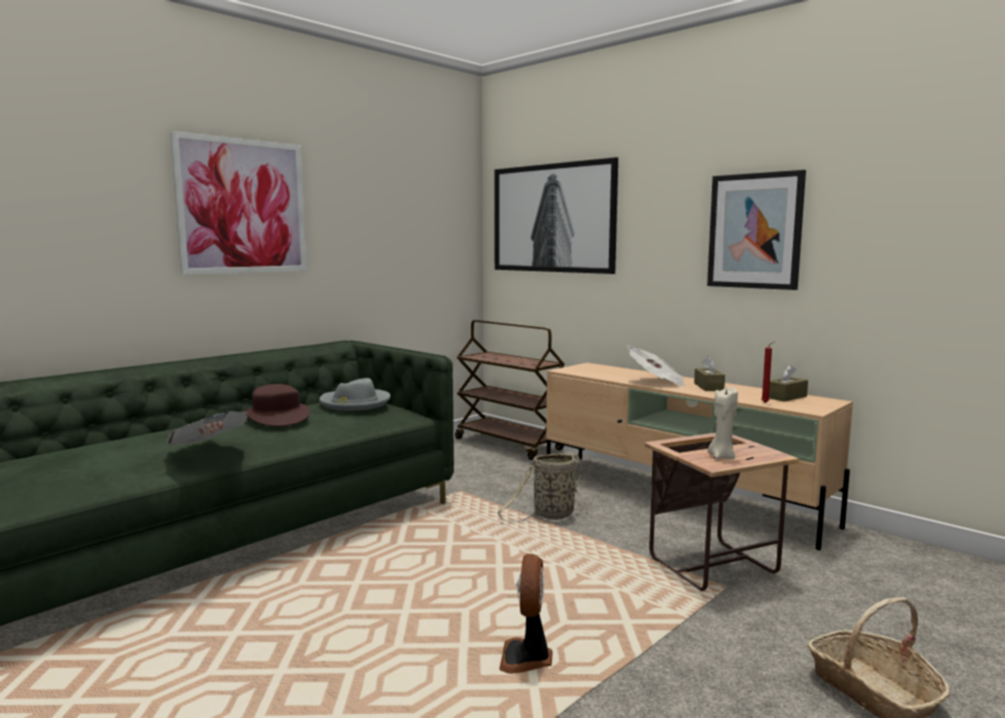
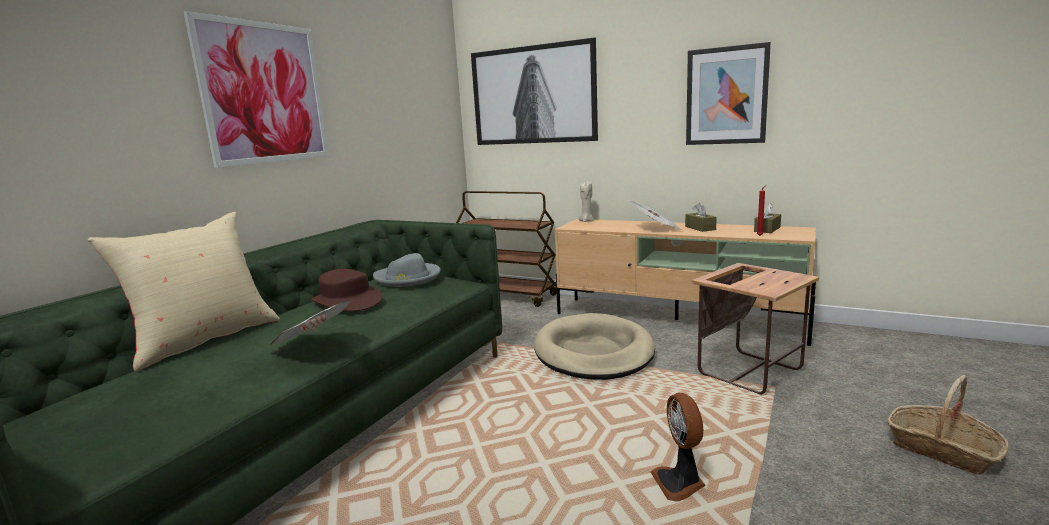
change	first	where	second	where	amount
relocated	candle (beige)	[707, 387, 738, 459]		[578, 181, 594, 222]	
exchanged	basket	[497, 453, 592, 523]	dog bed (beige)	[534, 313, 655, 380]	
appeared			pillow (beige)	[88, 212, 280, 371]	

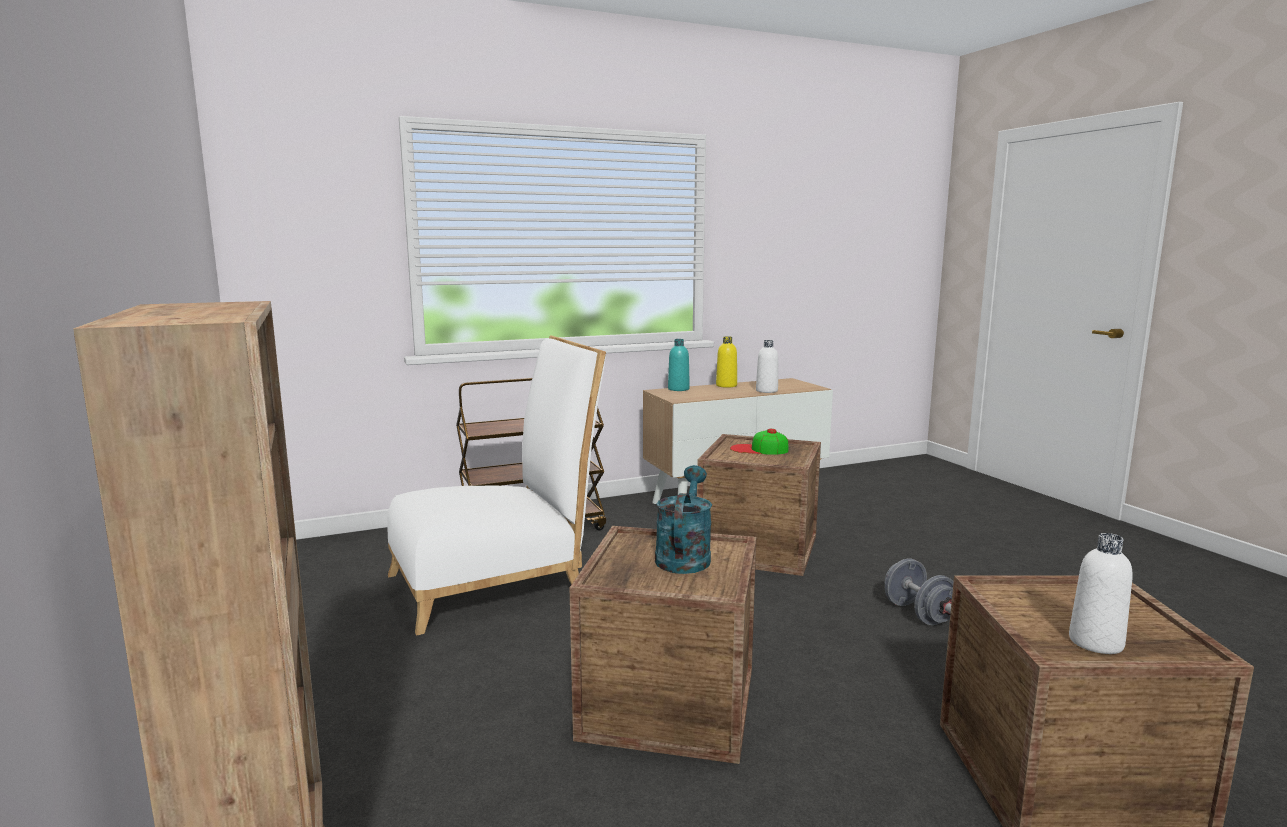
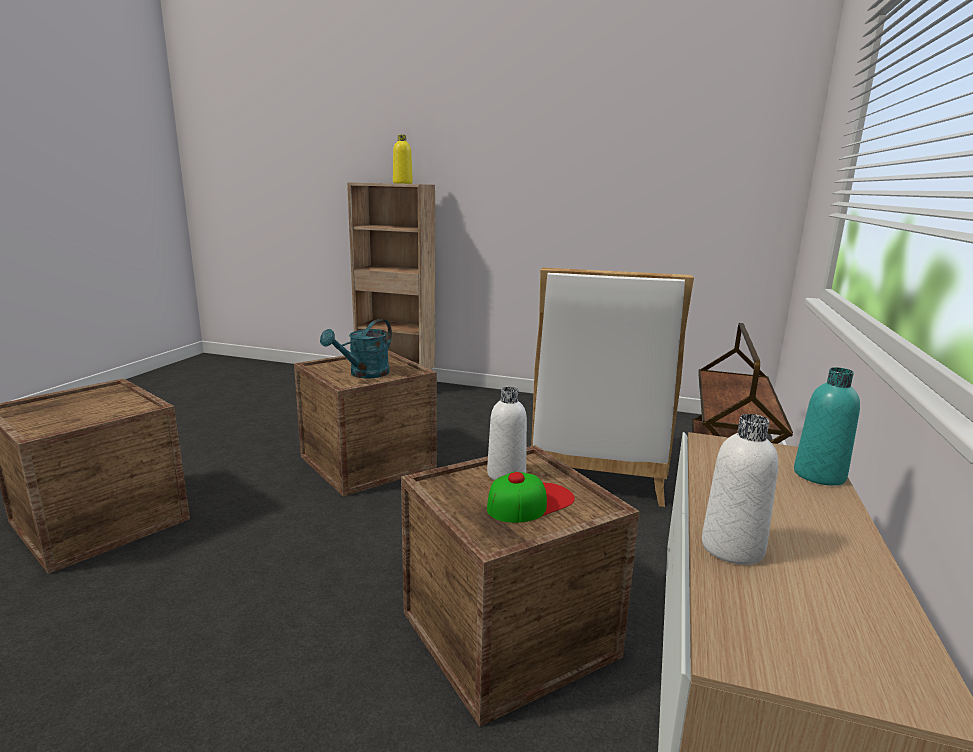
change	first	where	second	where	amount
relocated	bottle (yellow)	[716, 336, 737, 388]		[393, 135, 413, 184]	
spun	watering can (turquoise)	[655, 465, 712, 574]		[320, 319, 392, 378]	75 degrees clockwise
relocated	bottle (white)	[1069, 533, 1133, 654]		[487, 387, 527, 480]	
missing	dumbbell (grey)	[885, 559, 954, 625]			

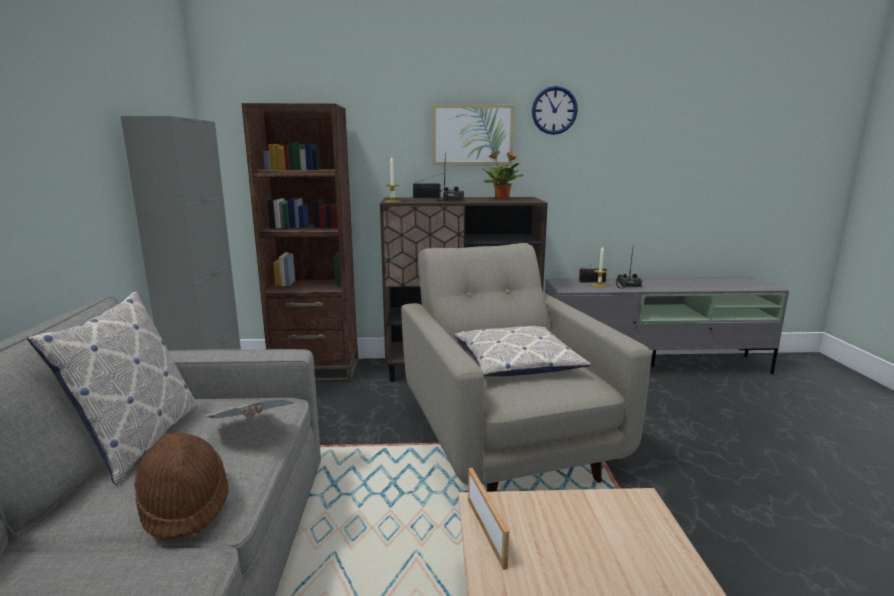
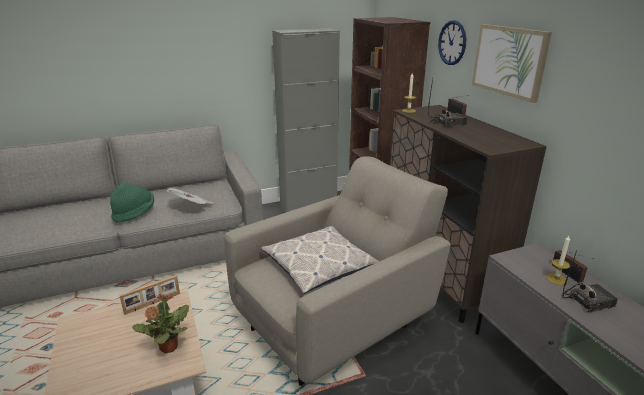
change	first	where	second	where	amount
relocated	wall clock	[532, 86, 578, 135]		[438, 20, 466, 65]	
relocated	potted plant	[481, 151, 524, 199]		[132, 294, 189, 353]	
missing	pillow	[27, 292, 198, 485]			
colour	hat (brown)	[134, 433, 229, 540]	hat (green)	[110, 183, 154, 222]	

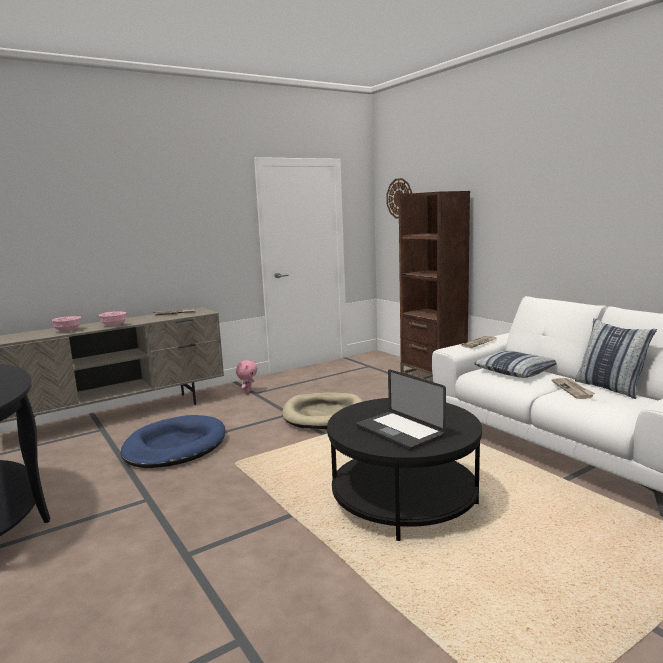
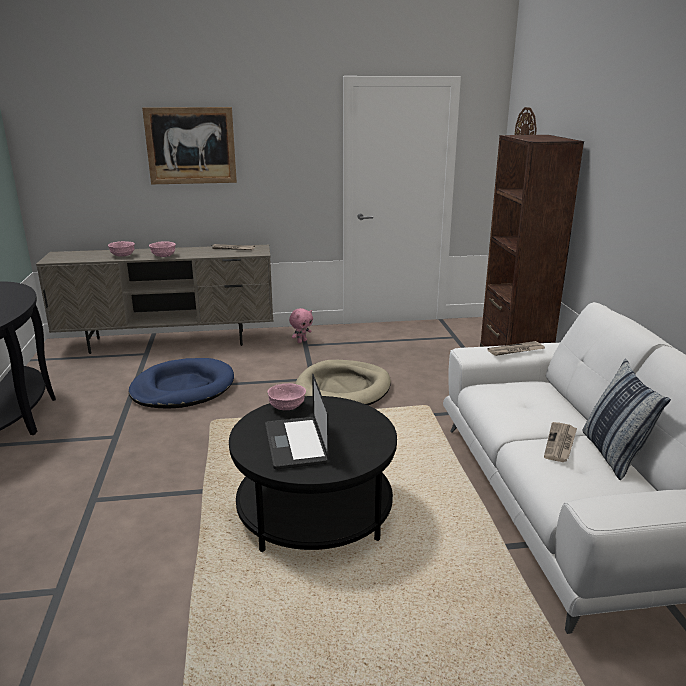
change	first	where	second	where	amount
missing	pillow	[474, 350, 557, 378]			
appeared			picture	[142, 107, 237, 184]	
appeared			bowl (pink)	[267, 383, 306, 410]	

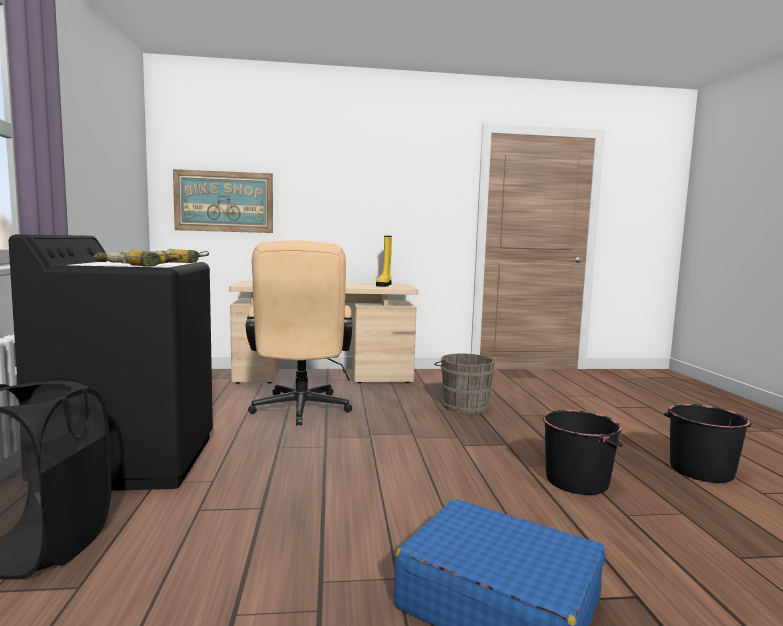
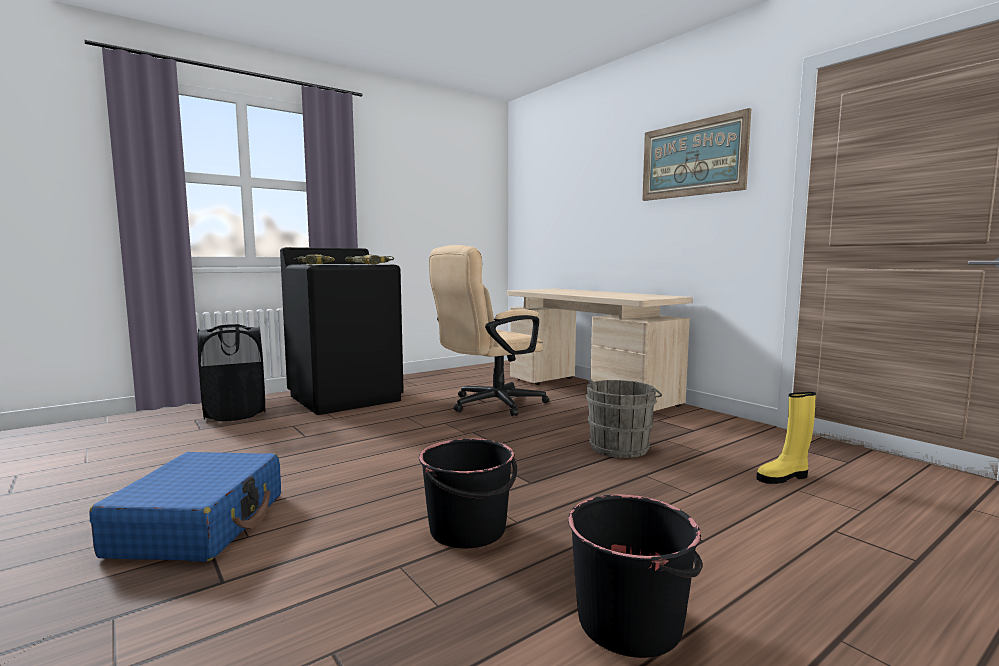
change	first	where	second	where	amount
relocated	picture	[173, 169, 273, 233]		[642, 108, 751, 201]	
relocated	boot (yellow)	[376, 236, 392, 287]		[757, 392, 816, 484]	

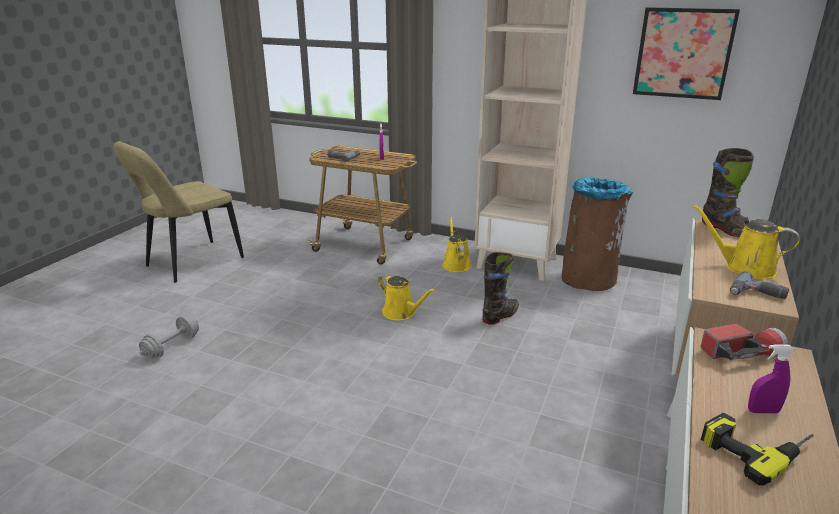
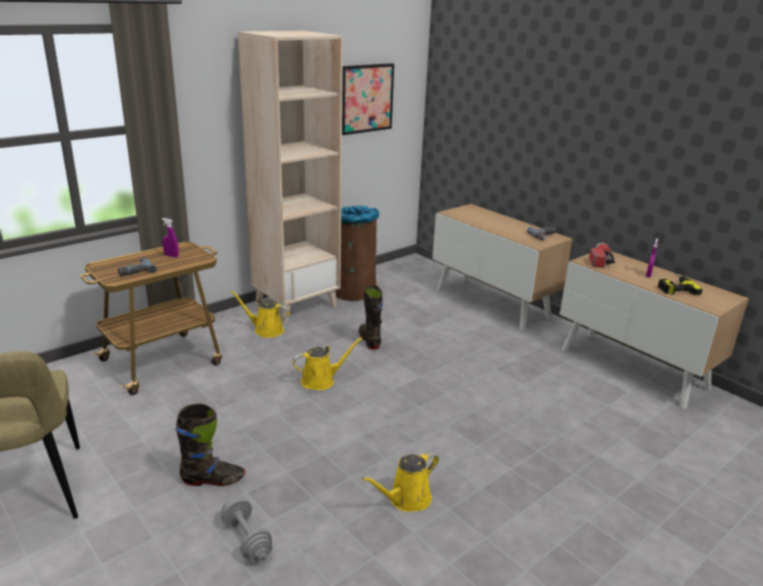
change	first	where	second	where	amount
relocated	boot (black)	[702, 148, 754, 237]		[176, 403, 245, 486]	
relocated	watering can (yellow)	[693, 205, 800, 279]		[362, 452, 439, 512]	

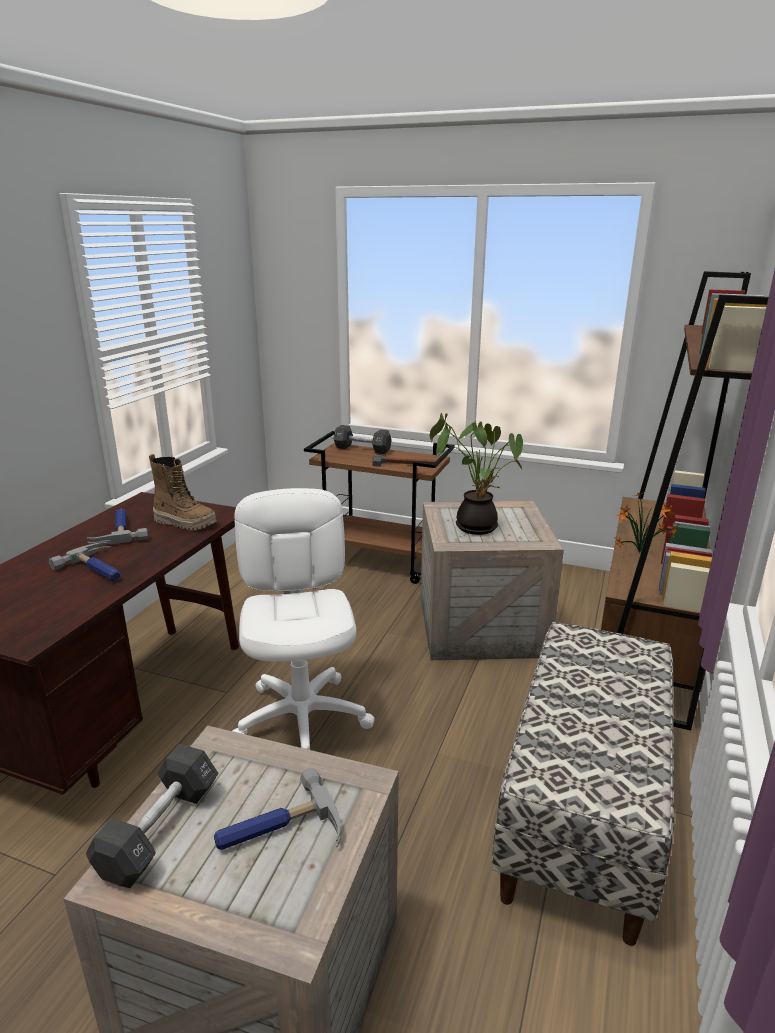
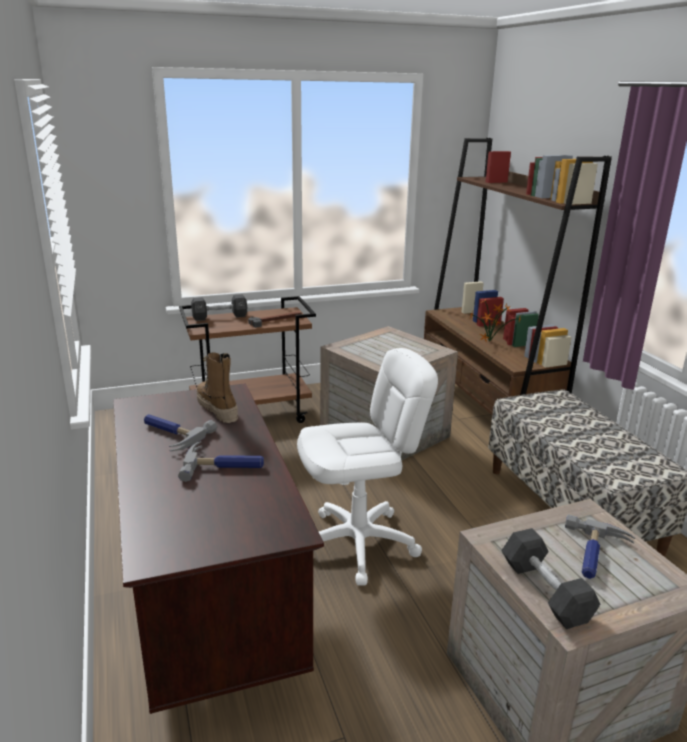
change	first	where	second	where	amount
missing	potted plant	[429, 413, 523, 535]			
spun	boot	[149, 454, 216, 530]		[196, 352, 238, 423]	105 degrees counterclockwise
spun	office chair (white)	[233, 488, 375, 750]		[297, 348, 438, 585]	120 degrees clockwise

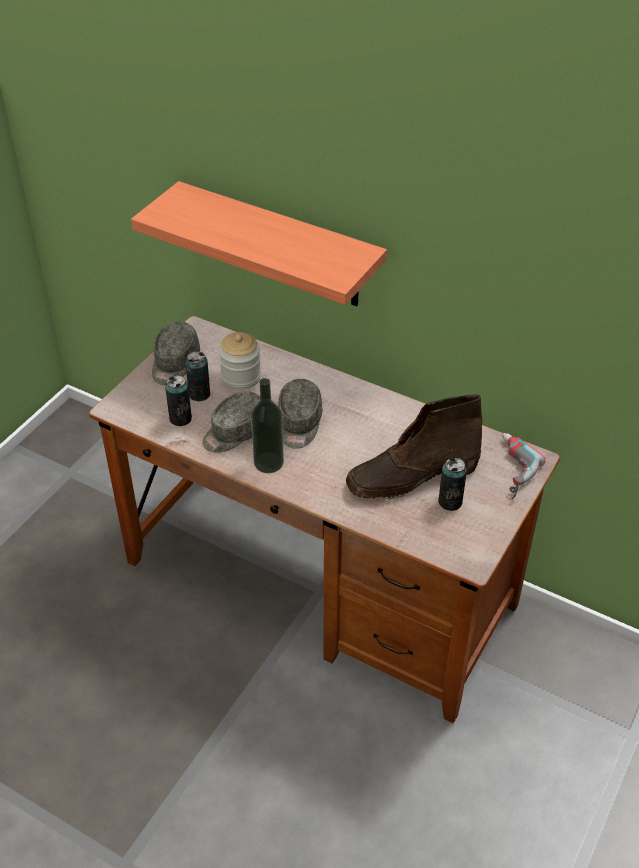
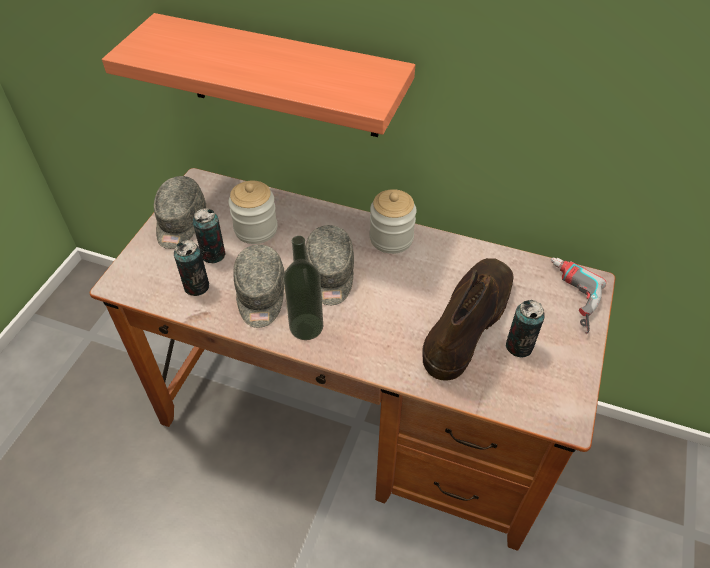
change	first	where	second	where	amount
spun	cap (grey)	[202, 391, 260, 453]		[233, 244, 285, 328]	45 degrees counterclockwise
spun	boot (brown)	[346, 394, 483, 499]		[422, 258, 514, 381]	150 degrees clockwise
appeared			jar	[370, 189, 417, 254]	

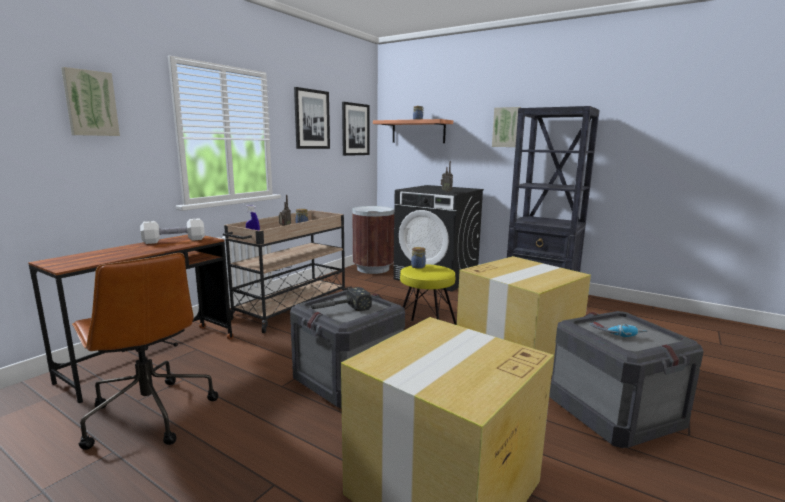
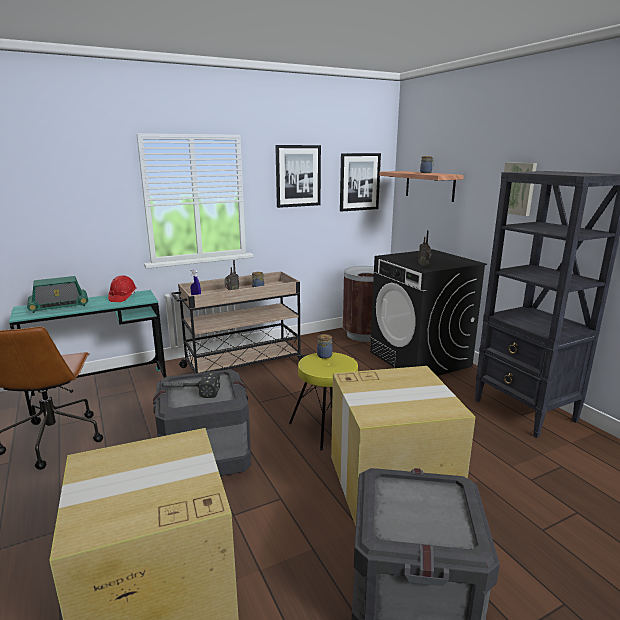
change	first	where	second	where	amount
missing	picture	[61, 67, 120, 136]			
exchanged	dumbbell (white)	[140, 218, 205, 244]	hard hat (red)	[108, 276, 136, 302]	
colour	desk (brown)	[28, 235, 234, 403]	desk (turquoise)	[9, 290, 166, 416]	
missing	power drill	[590, 322, 648, 337]			
appeared			radio	[27, 276, 88, 313]	

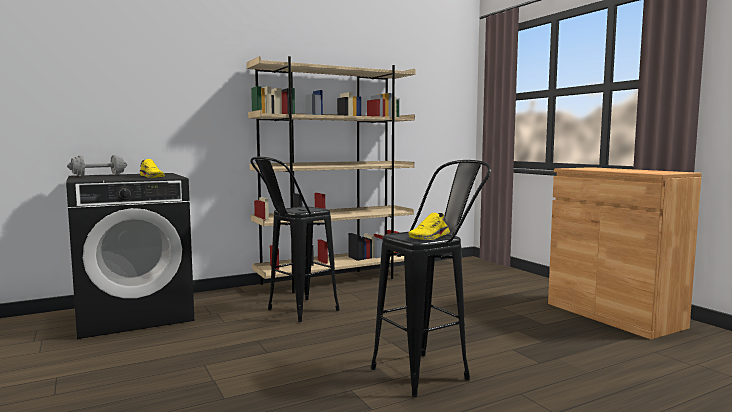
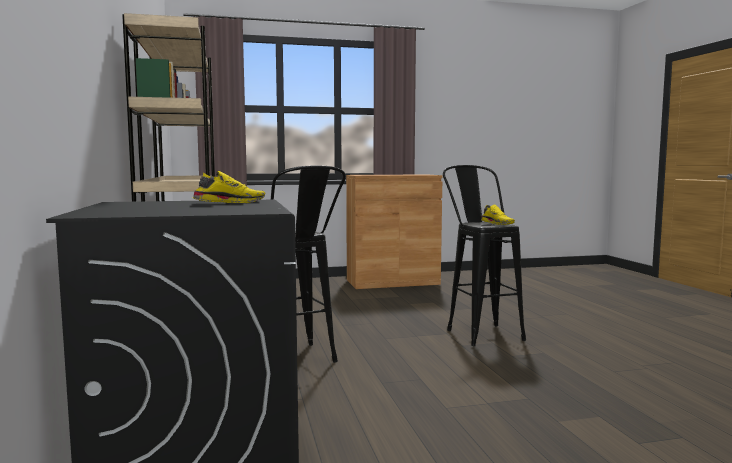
change	first	where	second	where	amount
missing	dumbbell (grey)	[67, 155, 127, 176]			

